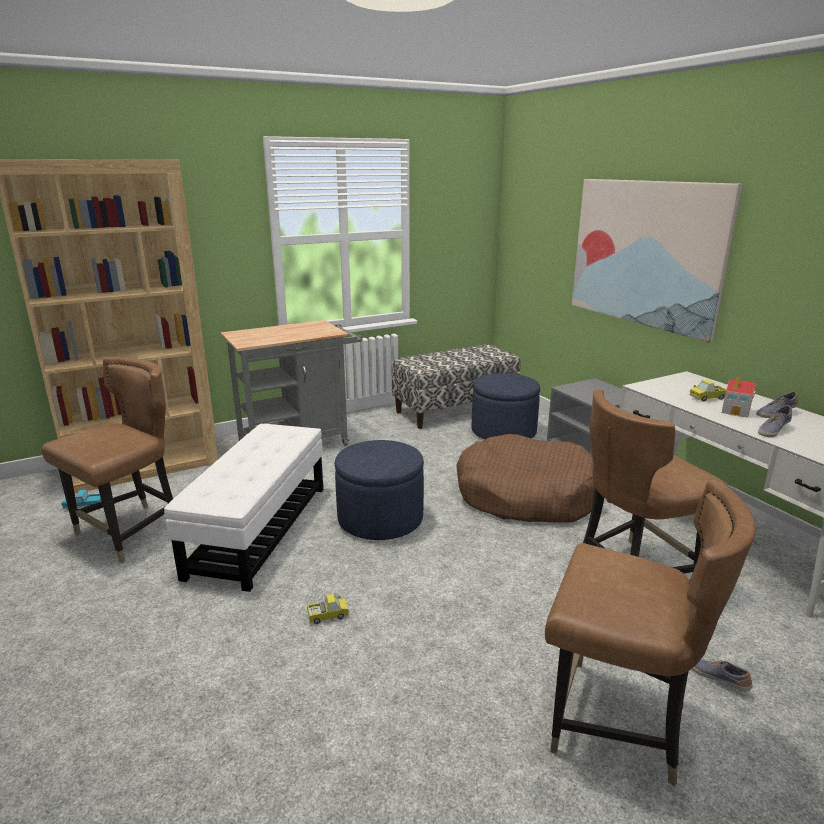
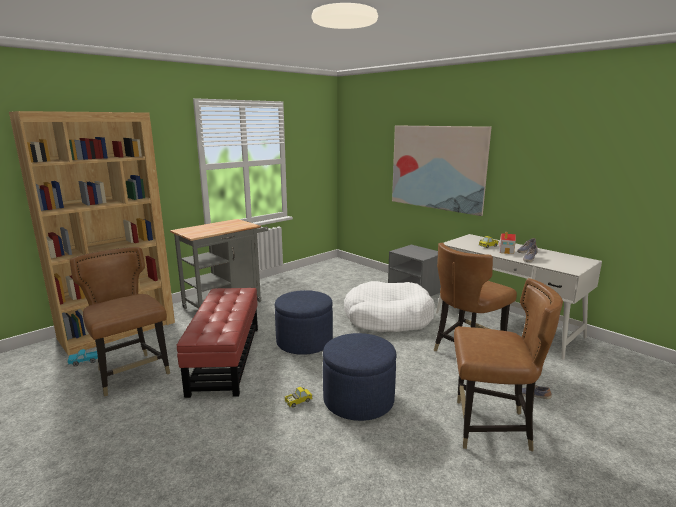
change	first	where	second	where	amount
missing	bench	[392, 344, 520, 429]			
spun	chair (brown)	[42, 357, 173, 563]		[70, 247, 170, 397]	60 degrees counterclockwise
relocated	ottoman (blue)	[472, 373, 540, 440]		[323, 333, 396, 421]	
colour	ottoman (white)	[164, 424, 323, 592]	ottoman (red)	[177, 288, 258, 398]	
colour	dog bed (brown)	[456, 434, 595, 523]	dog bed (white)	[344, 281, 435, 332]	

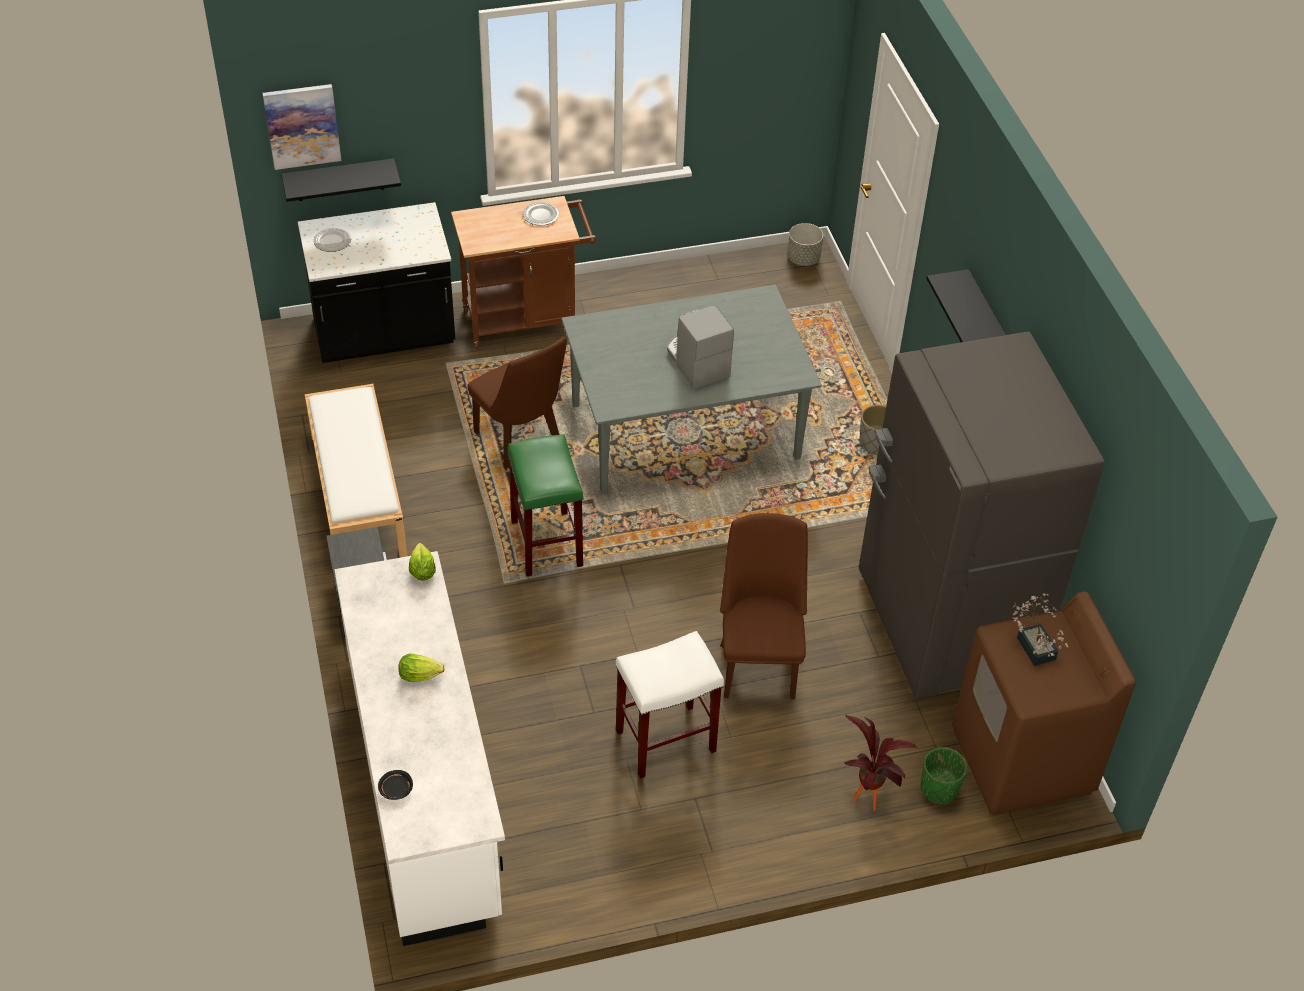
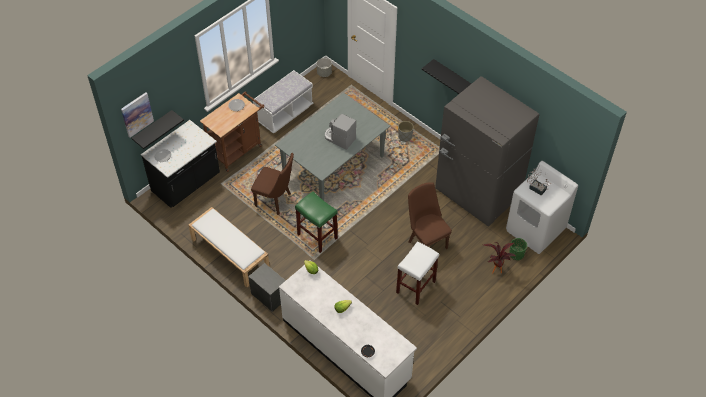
change	first	where	second	where	amount
colour	washing machine (brown)	[952, 591, 1136, 815]	washing machine (white)	[506, 161, 578, 254]	
appeared			bench (white)	[253, 70, 313, 133]	

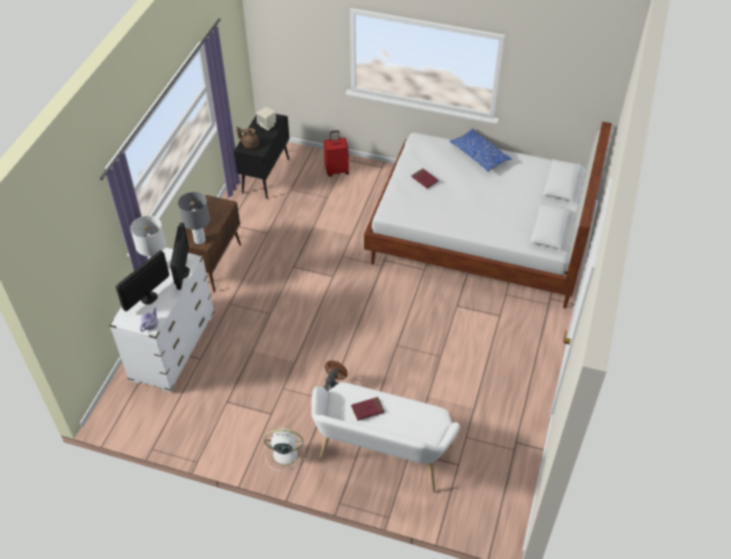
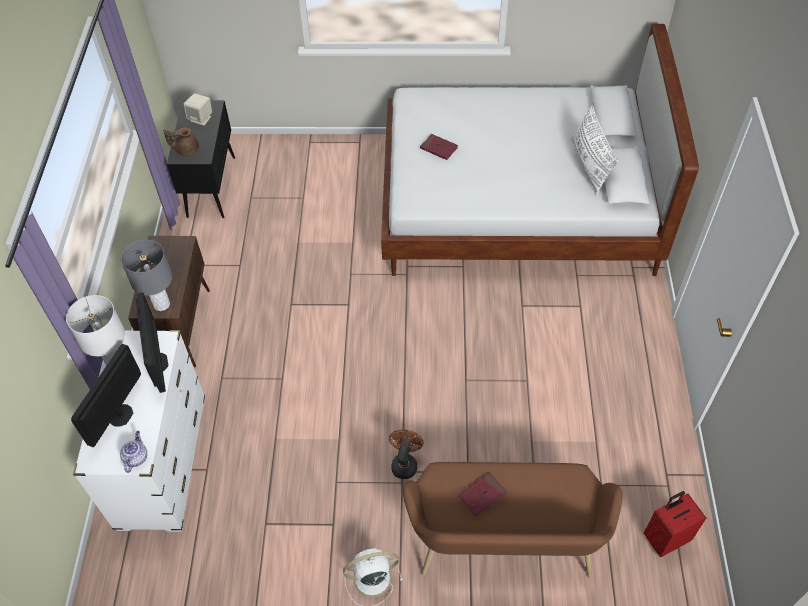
change	first	where	second	where	amount
missing	pillow (blue)	[449, 128, 512, 172]			
relocated	suitcase (red)	[324, 130, 349, 177]		[644, 491, 706, 557]	
colour	bench (white)	[311, 382, 460, 493]	bench (brown)	[403, 462, 622, 578]	
appeared			pillow (white)	[571, 105, 619, 195]	

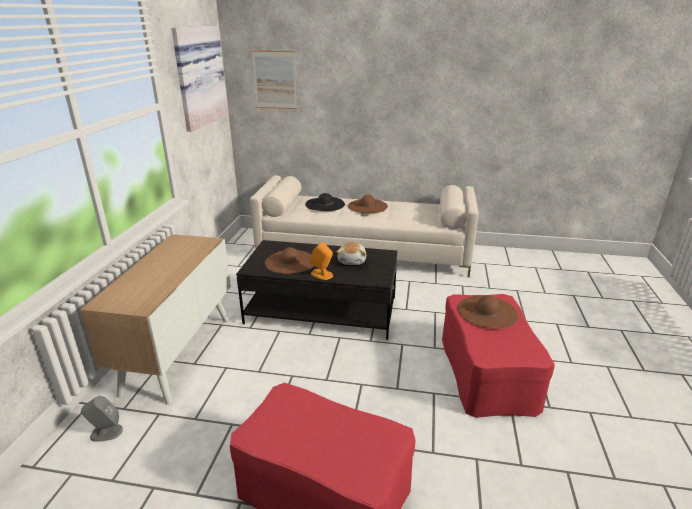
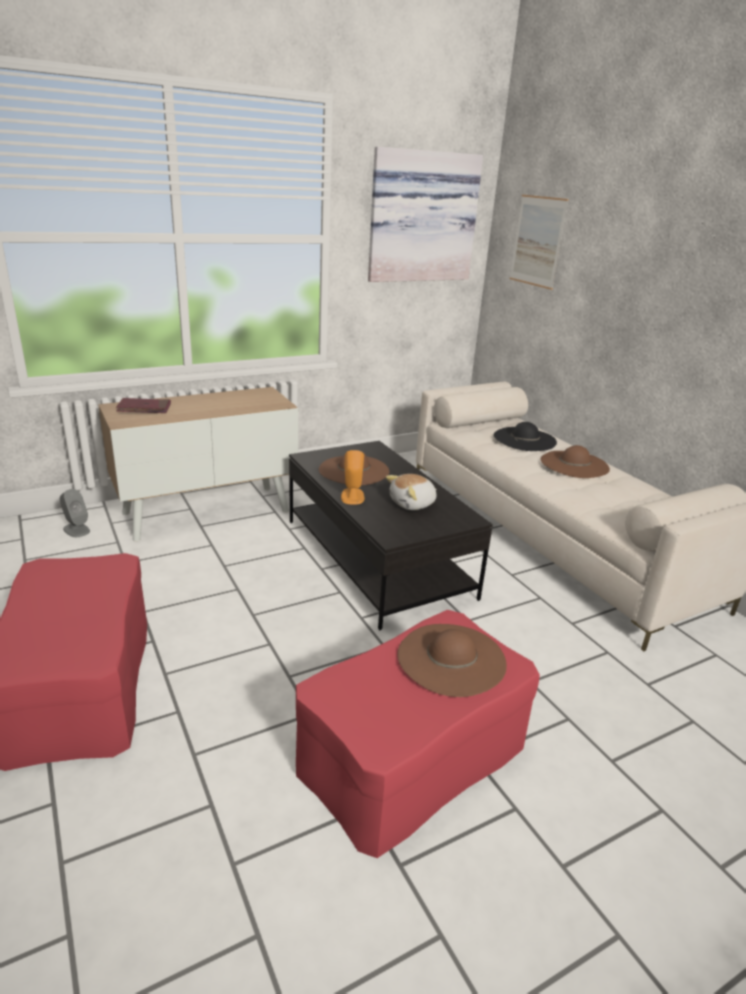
change	first	where	second	where	amount
appeared			book (red)	[116, 398, 171, 413]	

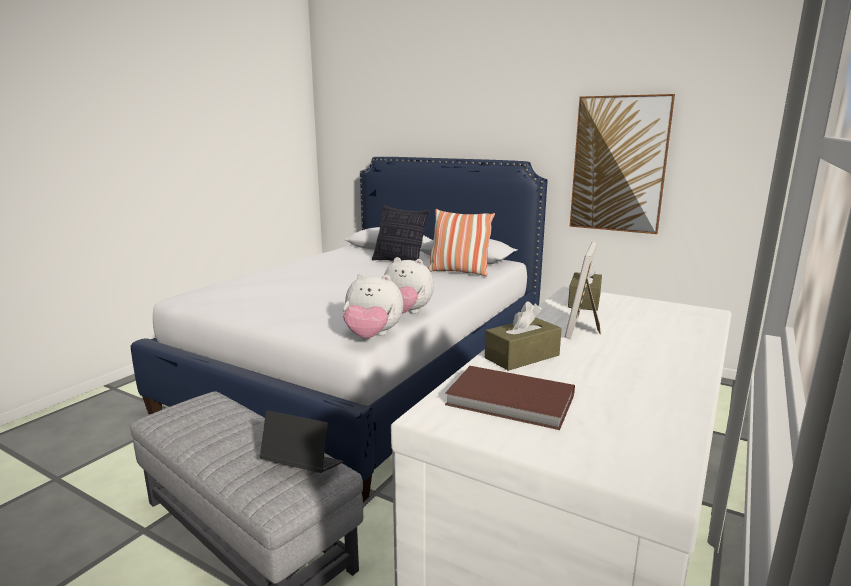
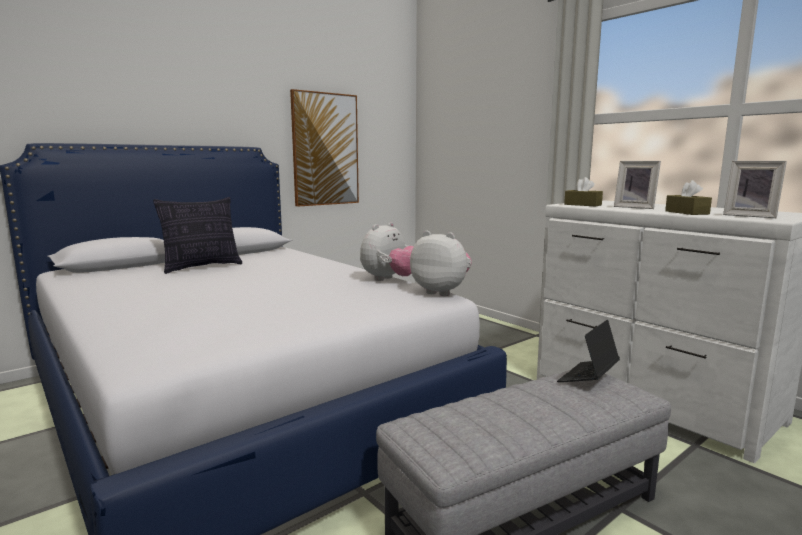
change	first	where	second	where	amount
missing	pillow	[427, 209, 495, 276]			
spun	plush toy	[343, 273, 403, 338]		[410, 231, 472, 296]	90 degrees counterclockwise
exchanged	book (brown)	[445, 366, 575, 430]	picture frame	[723, 161, 787, 218]	

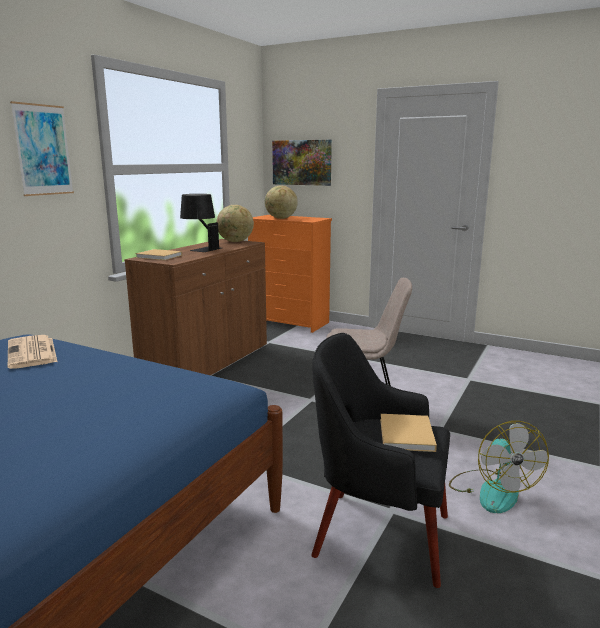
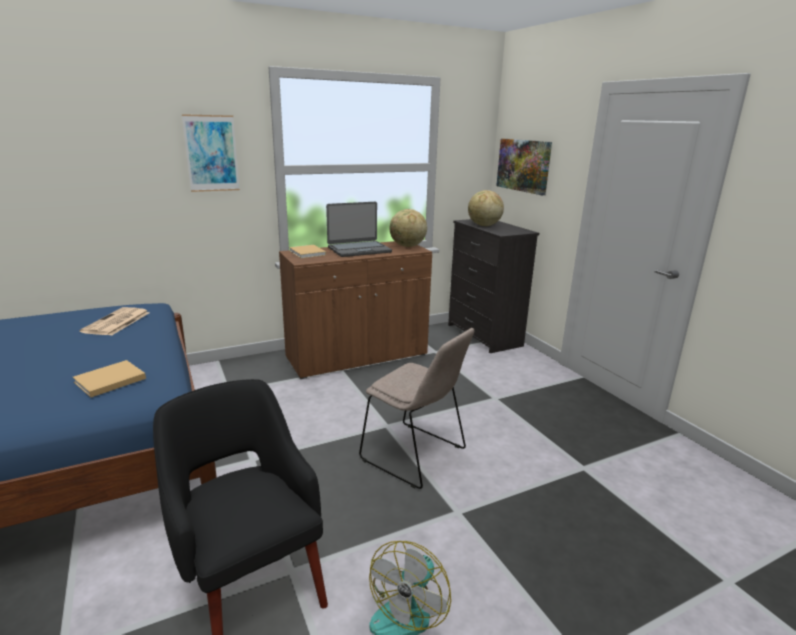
change	first	where	second	where	amount
exchanged	table lamp (black)	[180, 194, 222, 252]	laptop	[326, 202, 392, 257]	
colour	dresser (orange)	[248, 215, 332, 333]	dresser (black)	[448, 219, 539, 353]	
relocated	book (beige)	[380, 414, 437, 452]		[73, 360, 146, 397]	

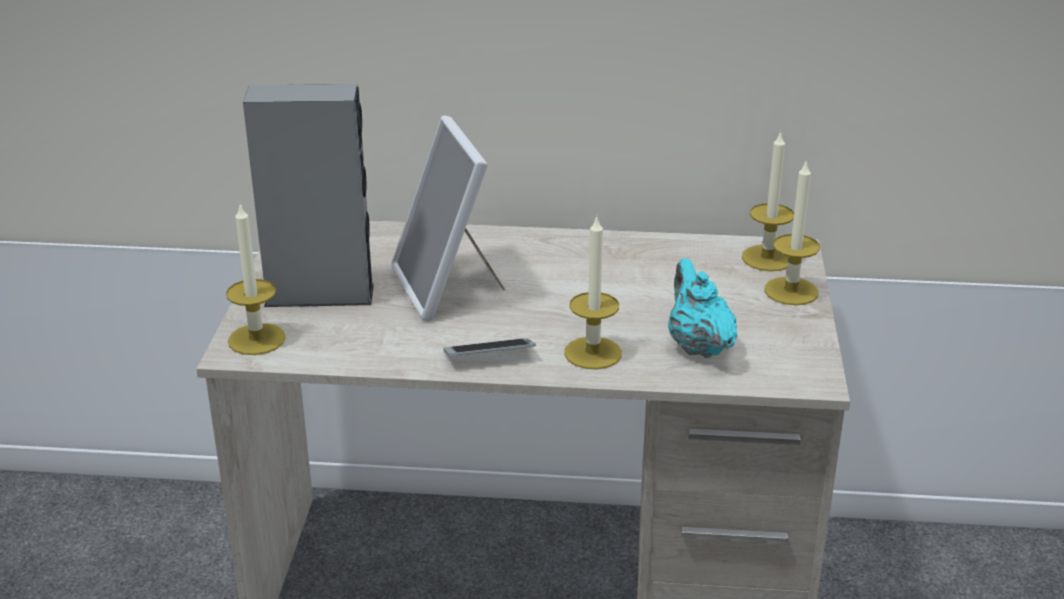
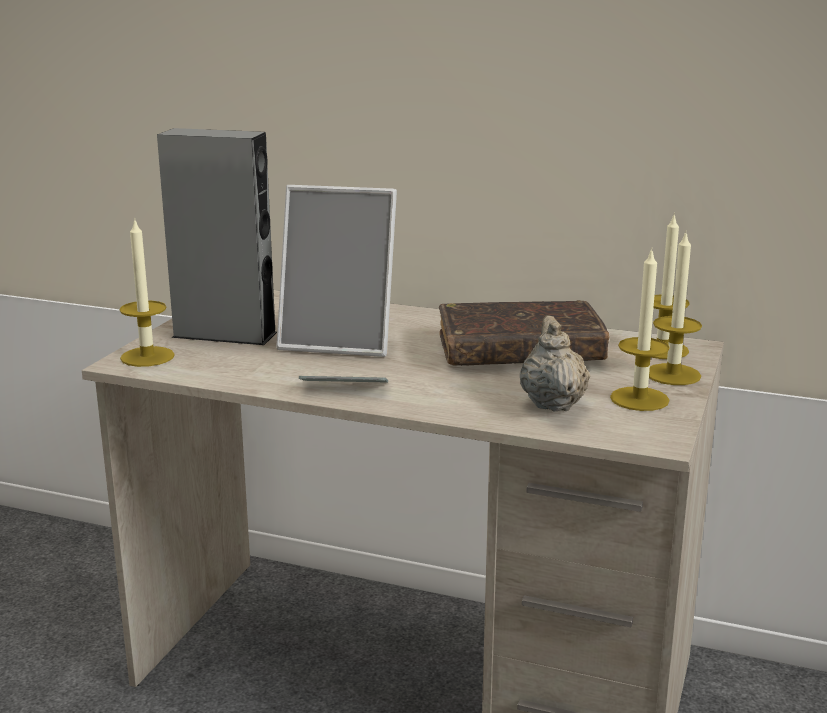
change	first	where	second	where	amount
spun	picture frame	[392, 116, 505, 322]		[277, 185, 397, 357]	75 degrees counterclockwise
relocated	candle	[564, 216, 622, 369]		[610, 248, 670, 411]	
colour	teapot (turquoise)	[668, 258, 737, 358]	teapot (beige)	[520, 315, 590, 412]	
appeared			book (brown)	[439, 300, 609, 366]	

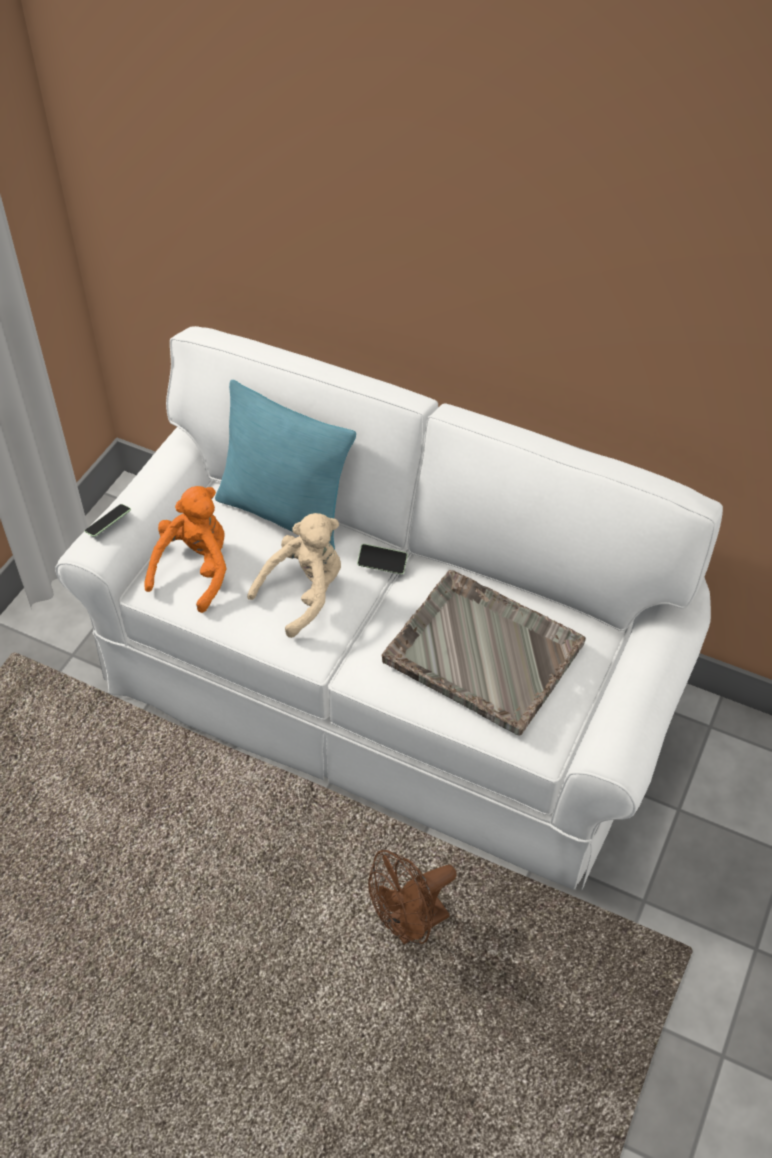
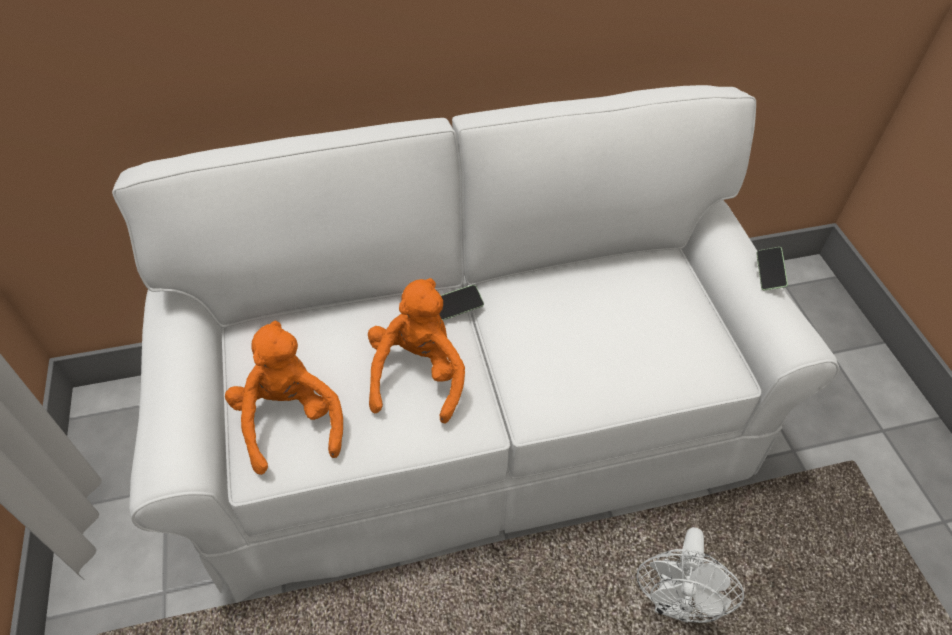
change	first	where	second	where	amount
missing	pillow (turquoise)	[215, 380, 356, 550]			
relocated	phone	[85, 504, 131, 537]		[756, 247, 788, 290]	
colour	plush toy (beige)	[247, 513, 341, 638]	plush toy (orange)	[368, 278, 465, 424]	
missing	tray (grey)	[382, 570, 586, 736]			
colour	fan (brown)	[368, 850, 456, 944]	fan (white)	[636, 527, 744, 623]	

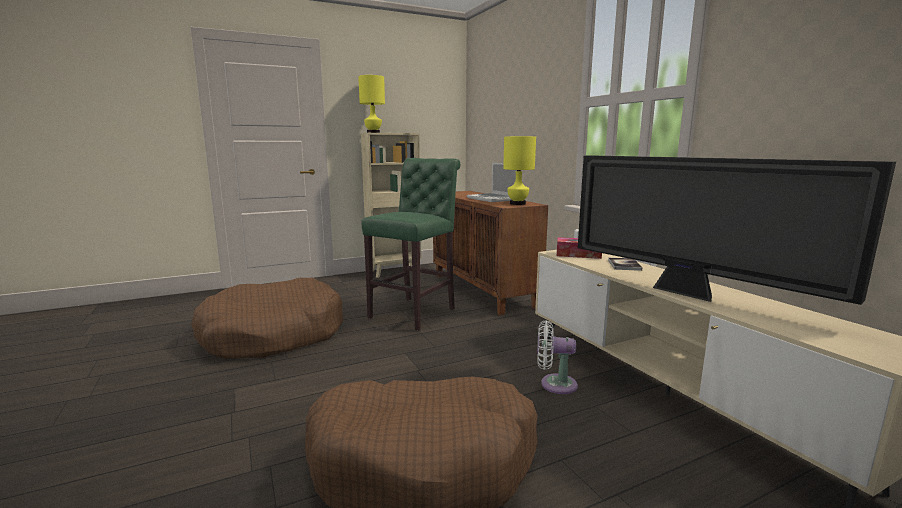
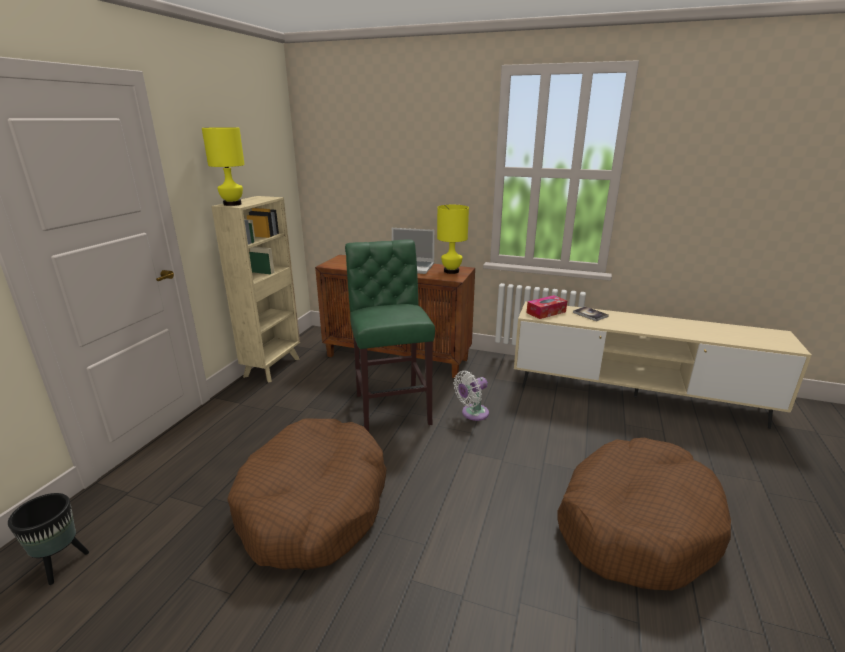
change	first	where	second	where	amount
missing	television	[578, 155, 896, 305]			
relocated	fan (white)	[537, 320, 578, 394]		[454, 371, 489, 421]	
appeared			planter (black)	[8, 493, 89, 585]	

